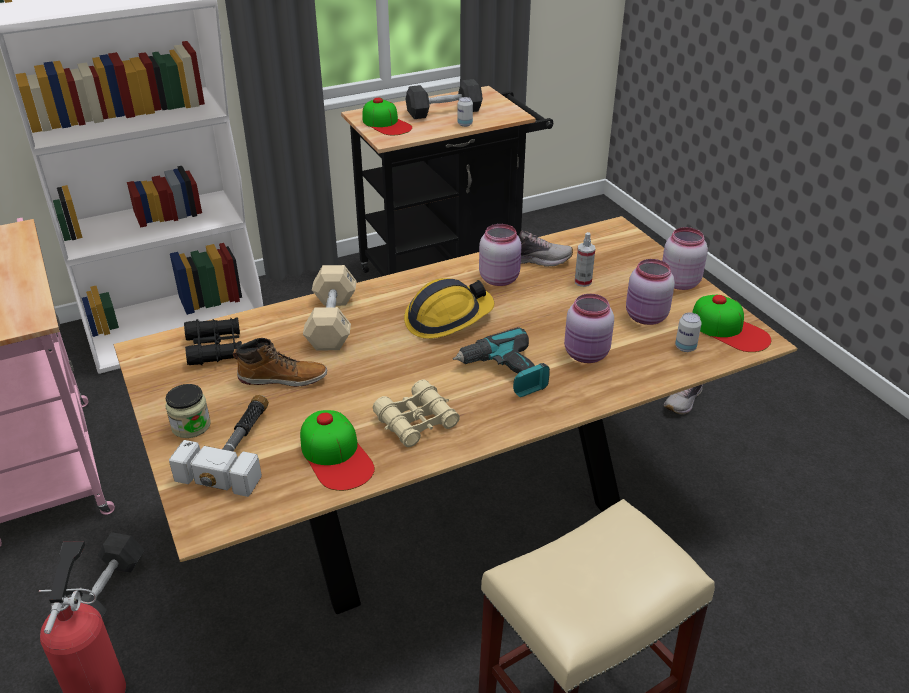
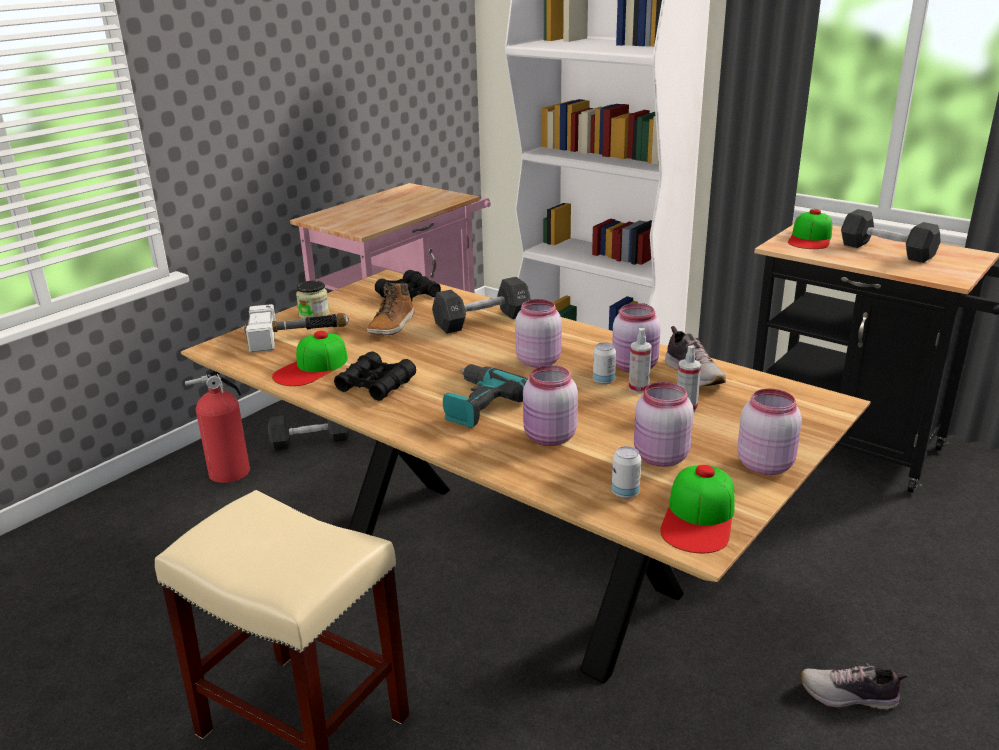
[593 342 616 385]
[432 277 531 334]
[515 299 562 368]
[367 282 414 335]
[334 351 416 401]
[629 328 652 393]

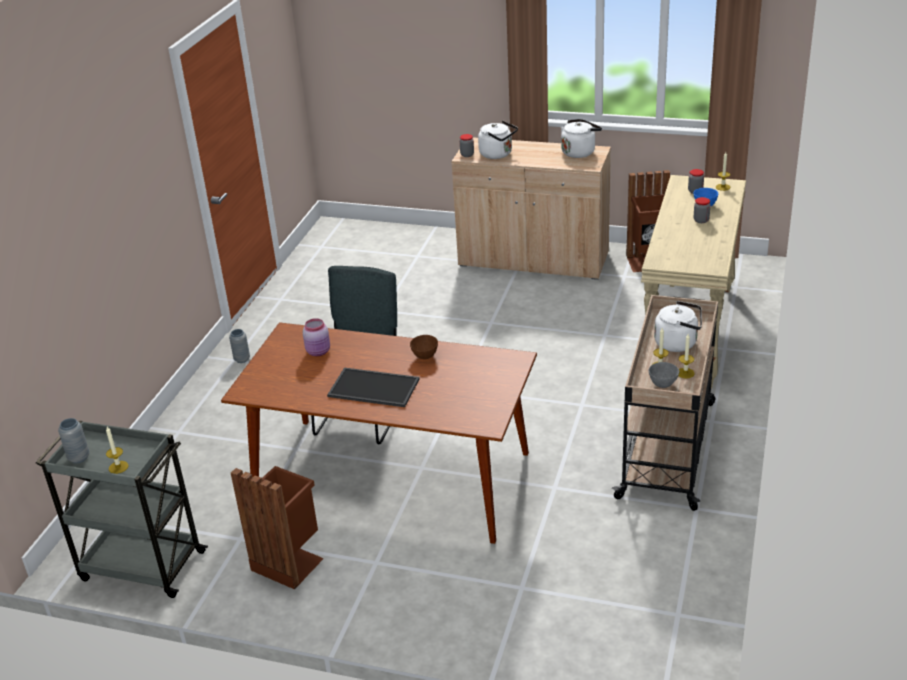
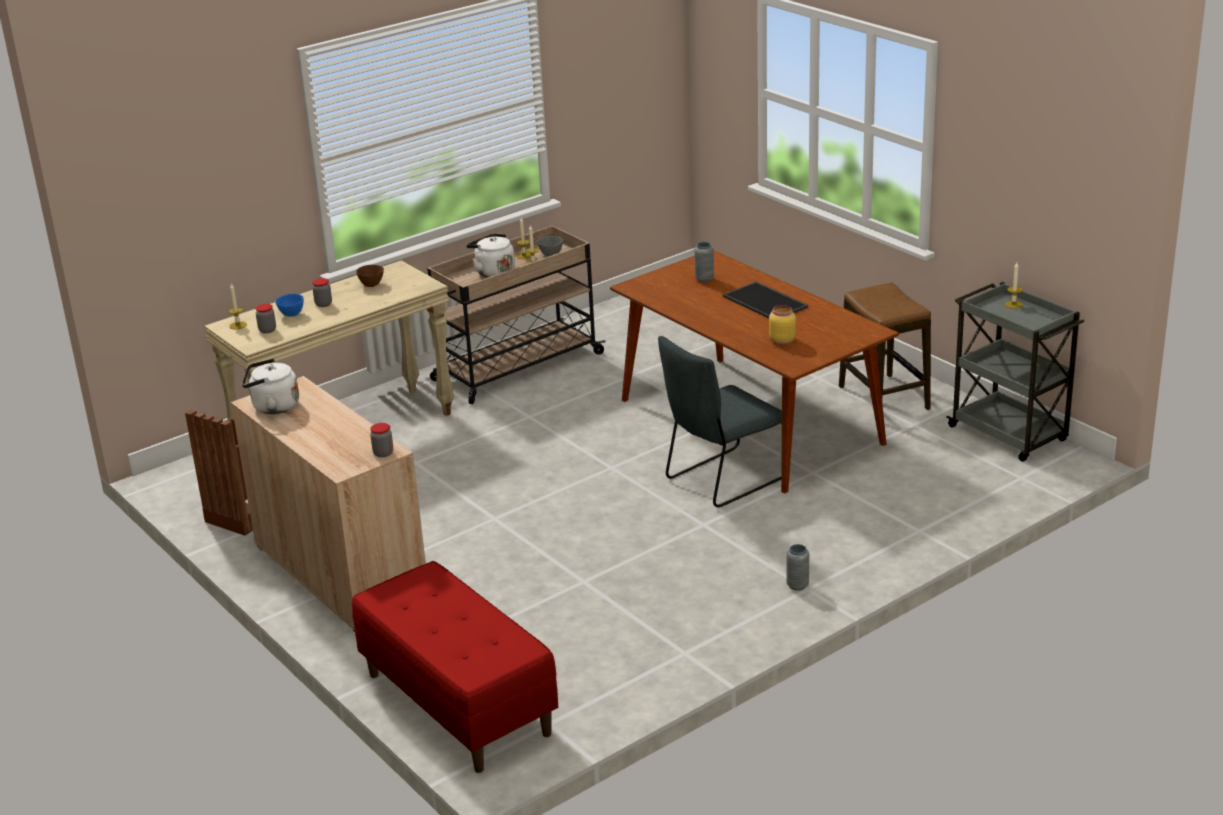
[478 121 518 159] (first image)
[769 305 796 345]
[356 265 384 287]
[694 242 714 283]
[839 283 931 410]
[352 561 558 773]

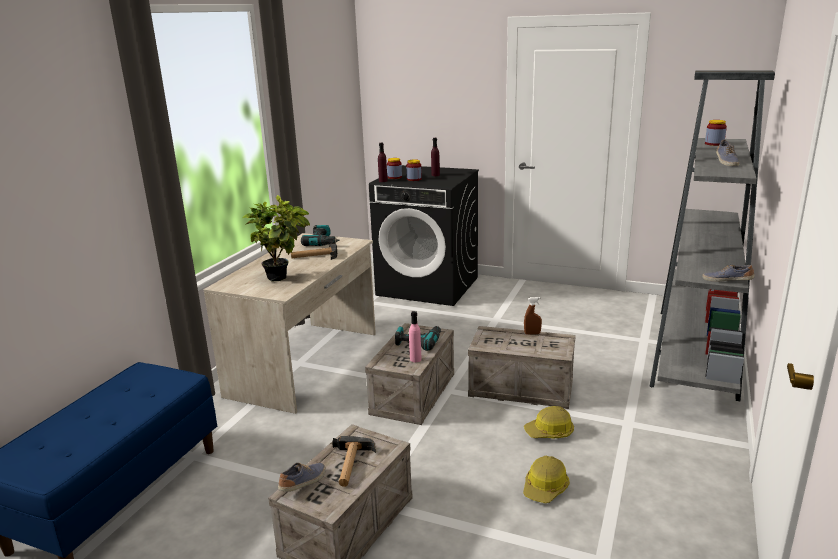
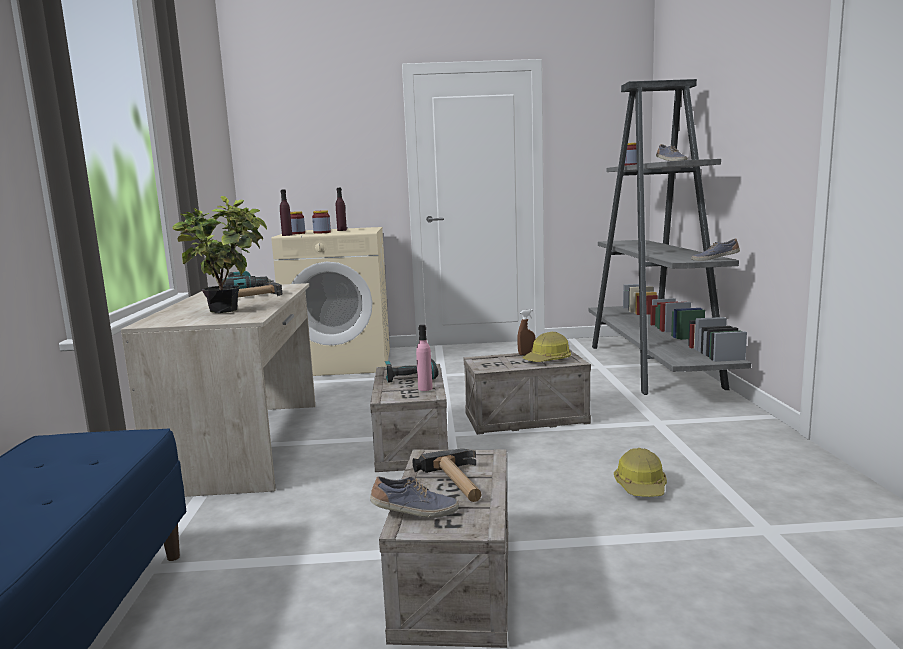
[271 227 390 376]
[523 332 571 362]
[370 476 459 518]

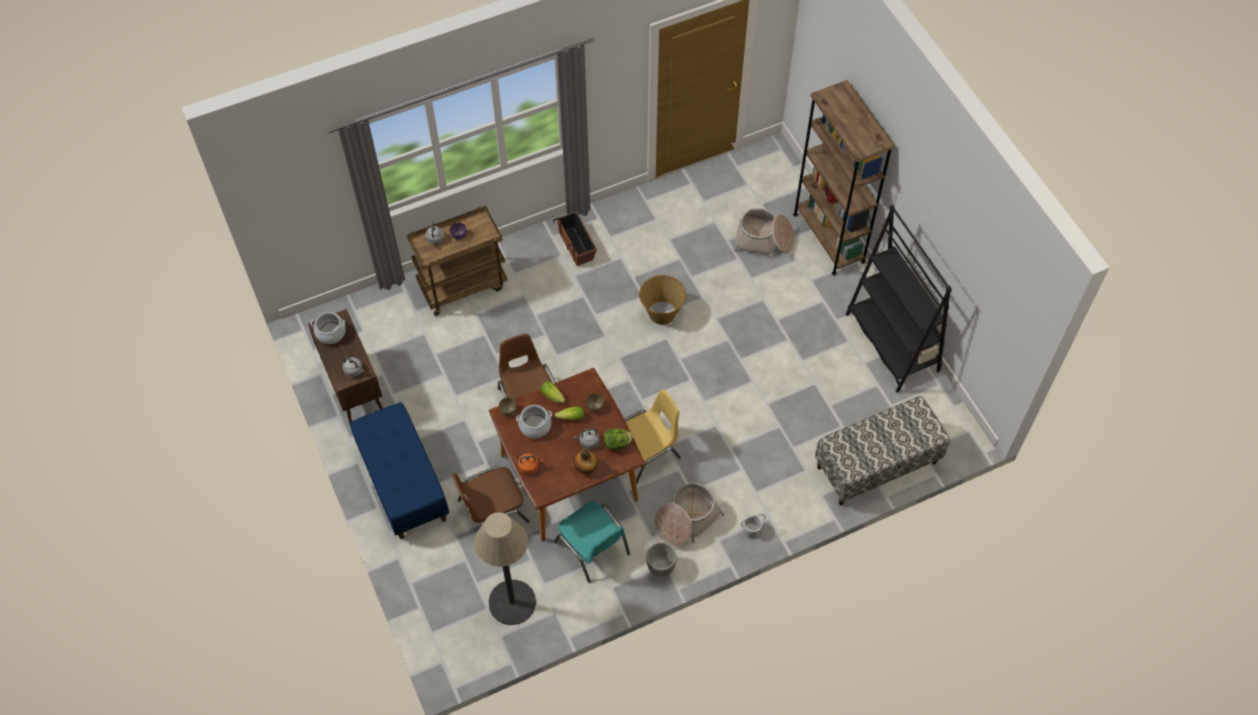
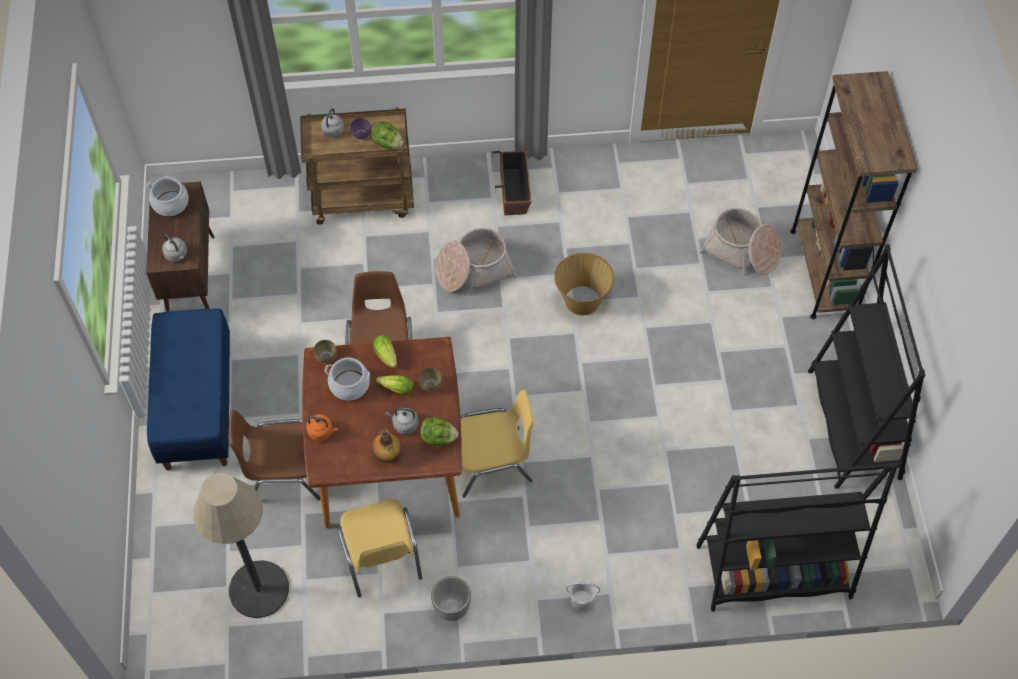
[697 462 898 612]
[435 228 517 295]
[337 499 422 597]
[372 121 403 149]

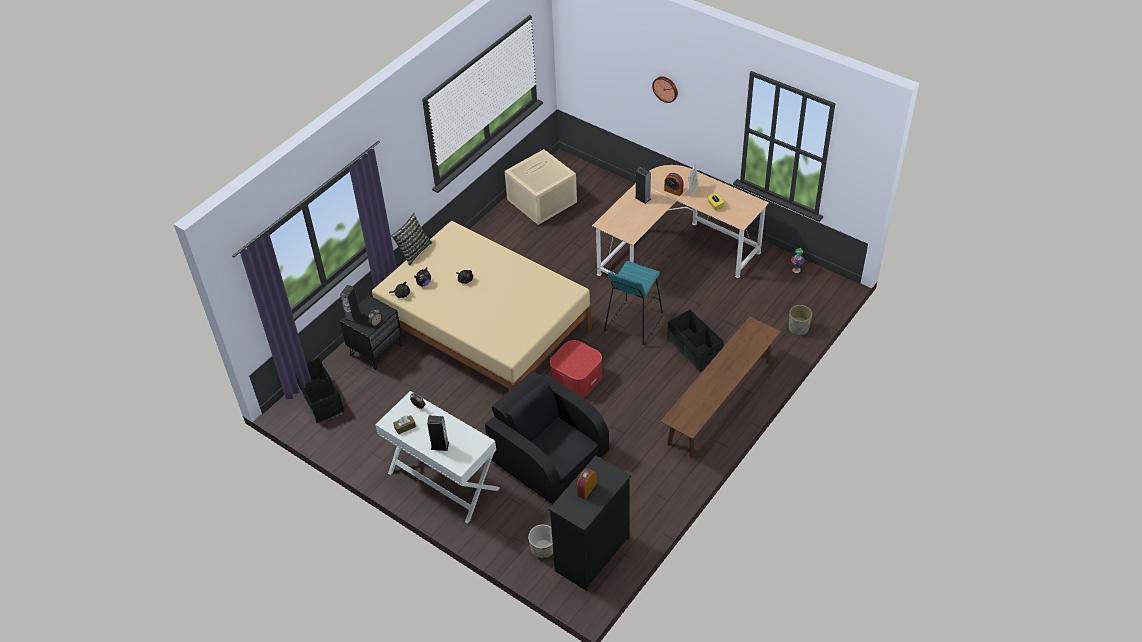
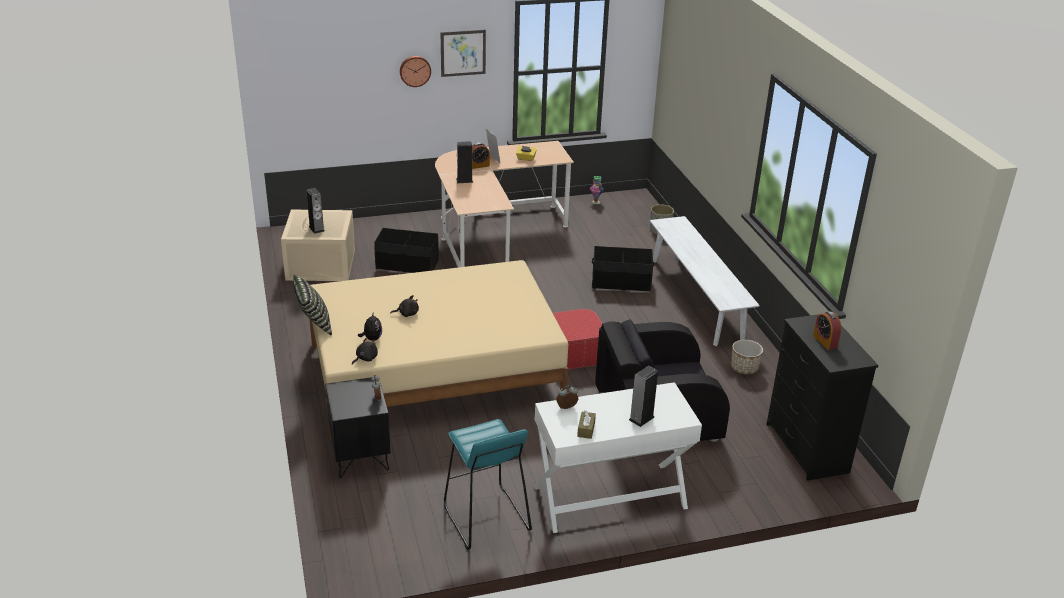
[444 419 532 549]
[306 188 325 234]
[650 216 760 346]
[374 228 439 273]
[731 340 763 375]
[441 30 486 77]

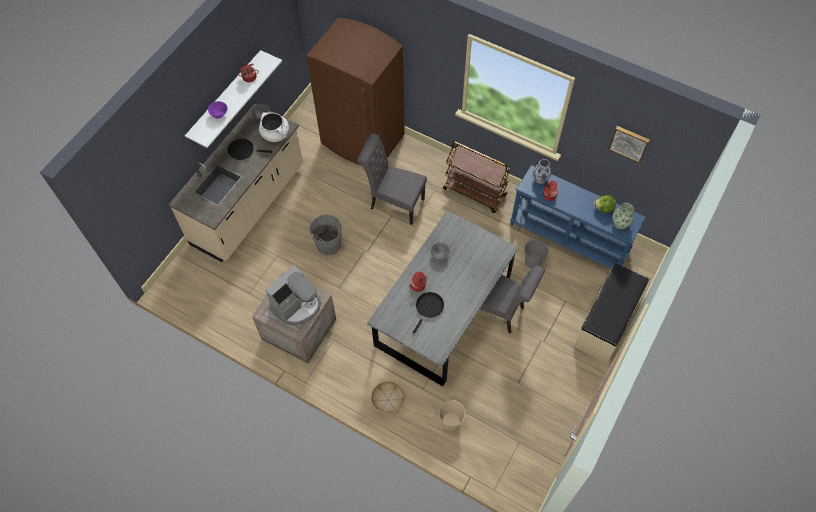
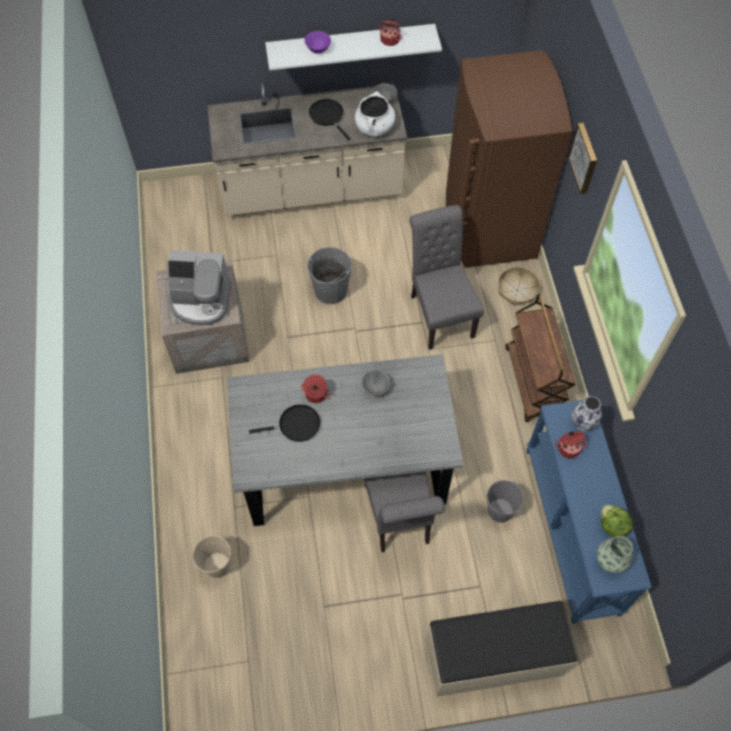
[568 123 597 194]
[498 267 540 306]

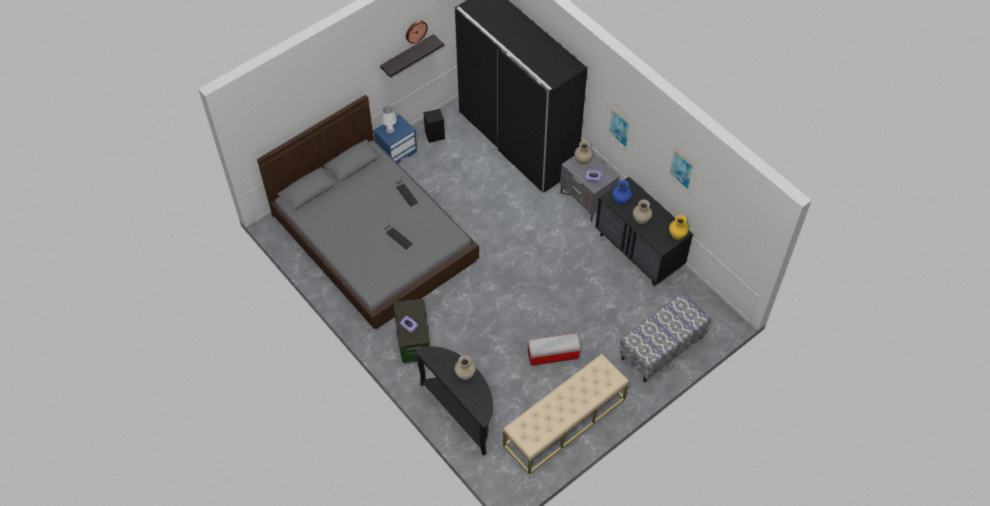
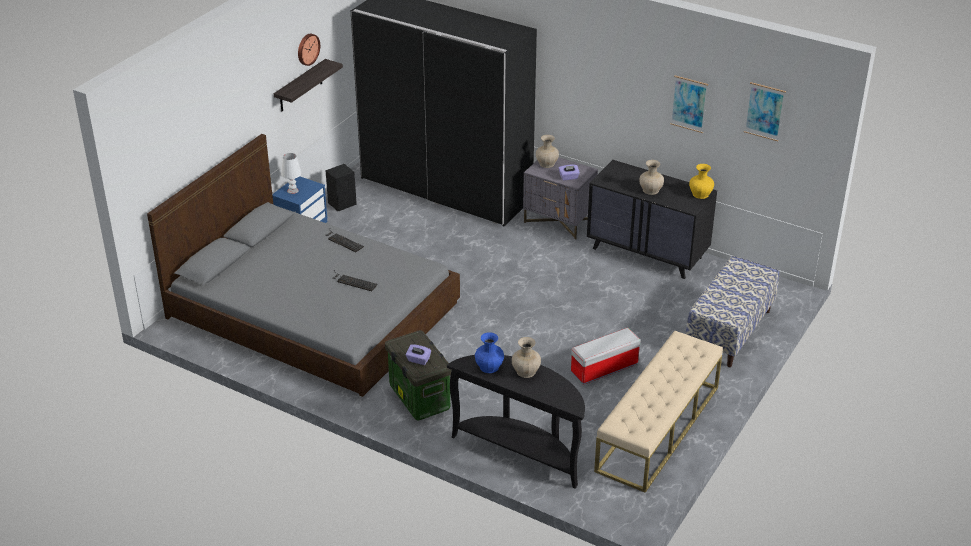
[744 82 786 141]
[475 332 504 373]

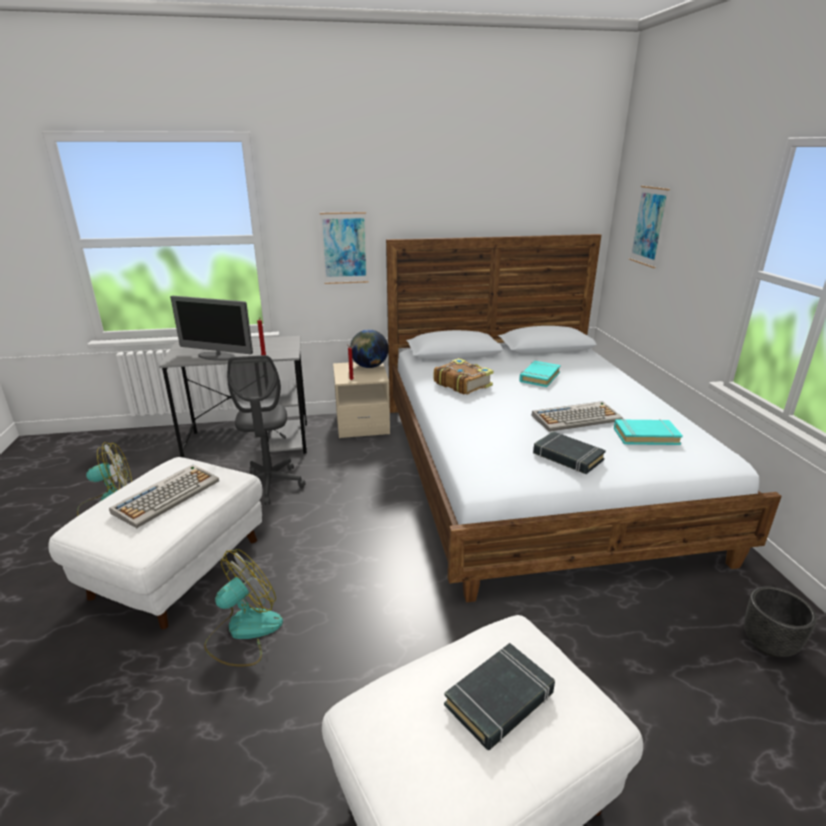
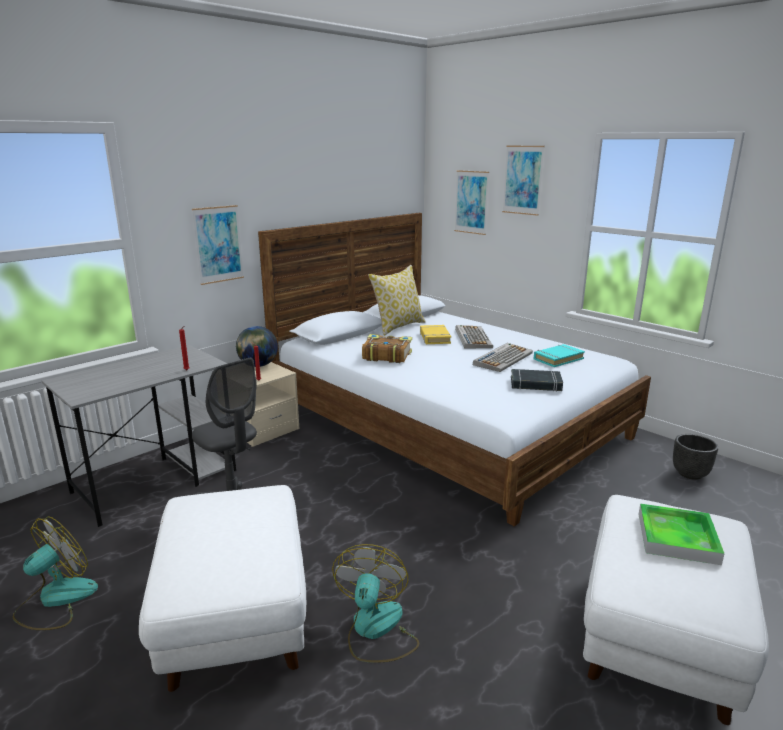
[170 296 253 361] (first image)
[420 325 451 344]
[455 325 493 349]
[639 503 725 565]
[502 146 545 216]
[368 265 426 336]

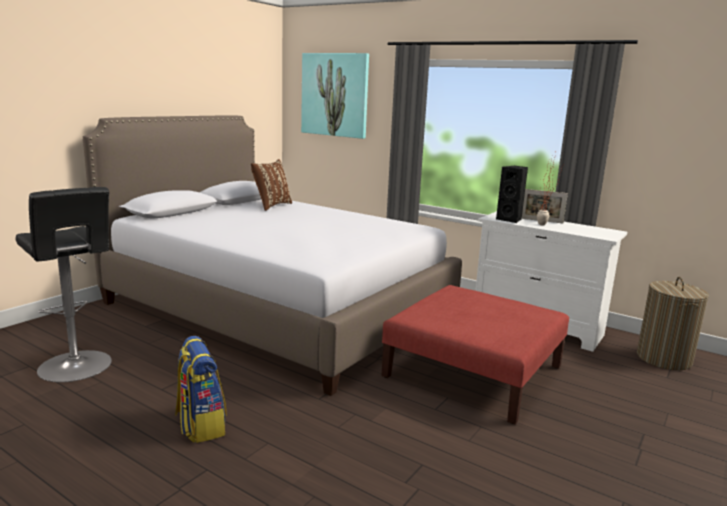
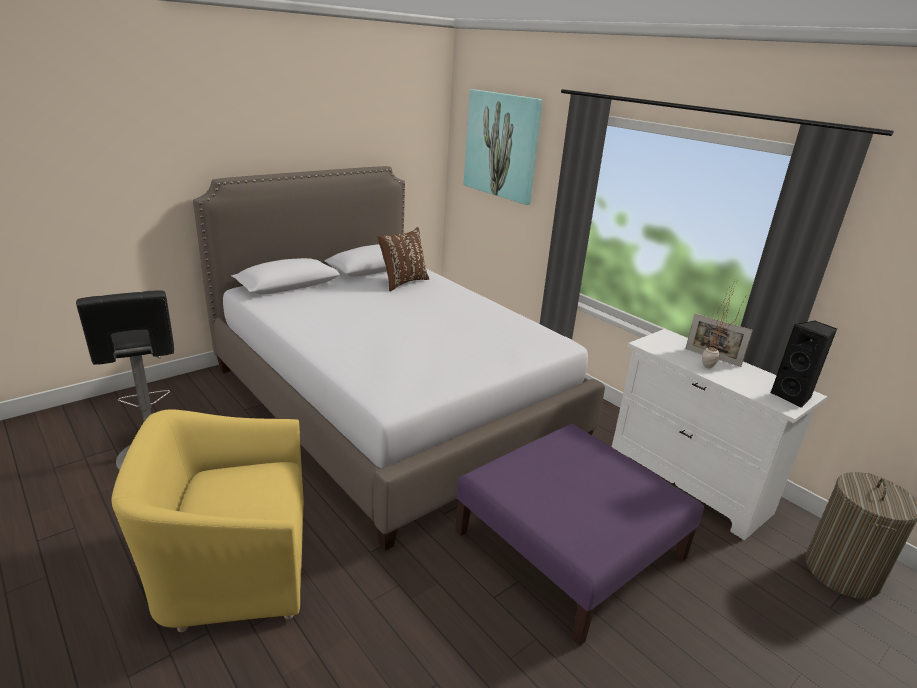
[771 321 837 408]
[456 423 704 646]
[111 410 304 632]

